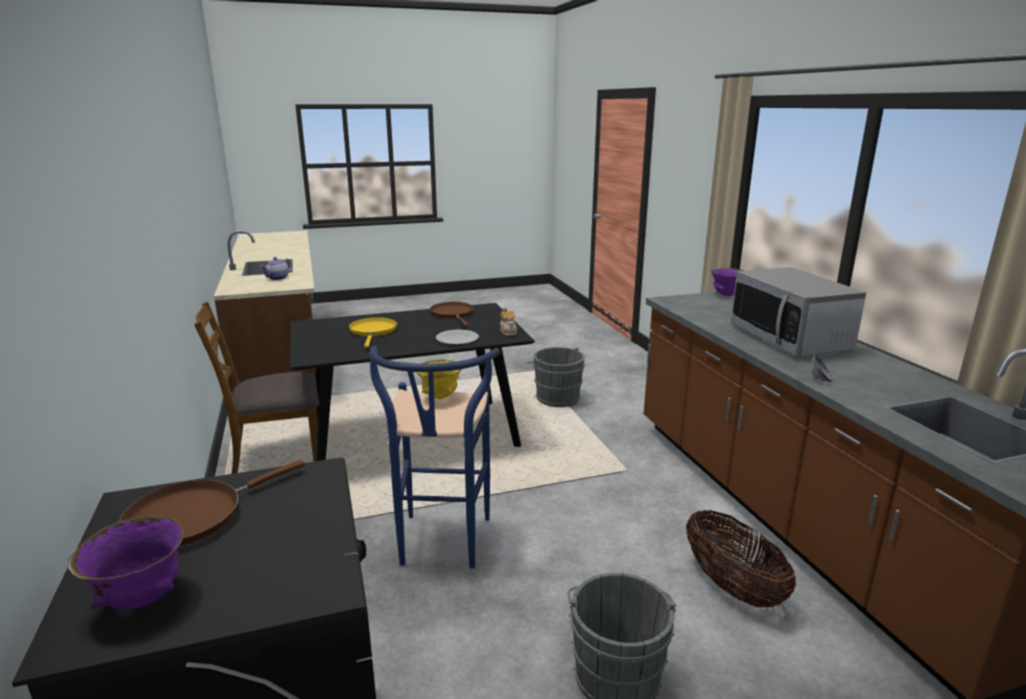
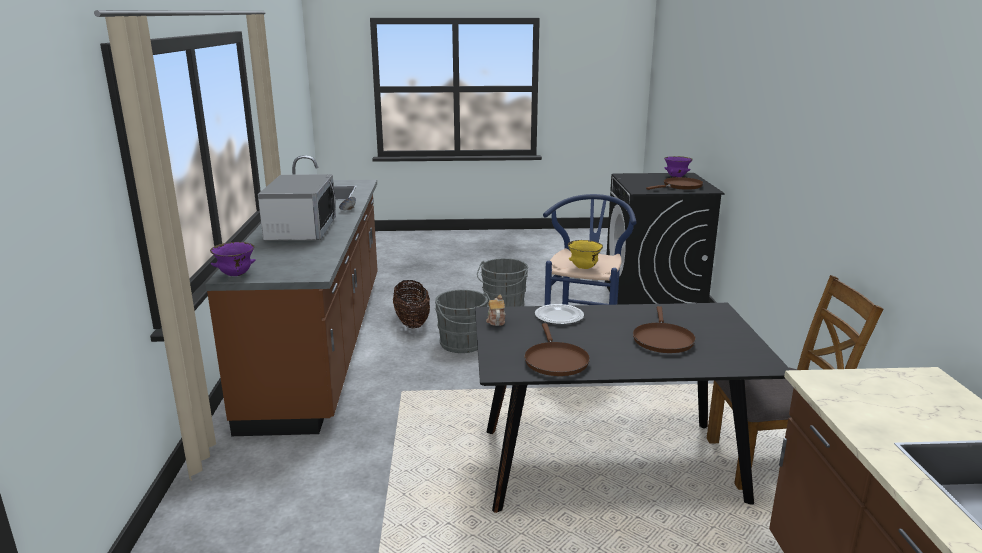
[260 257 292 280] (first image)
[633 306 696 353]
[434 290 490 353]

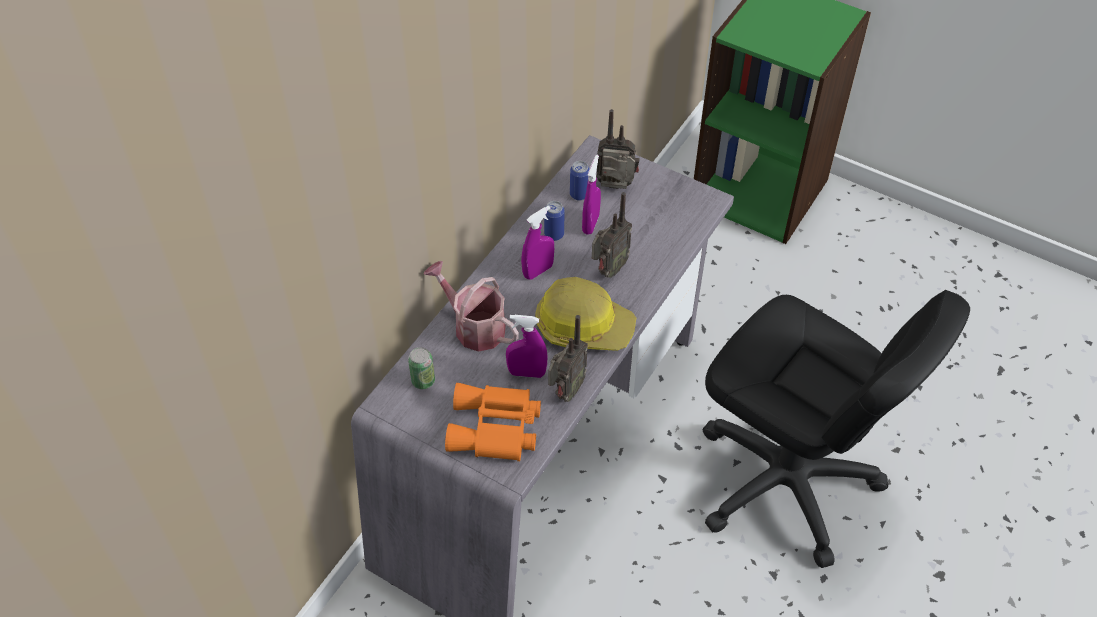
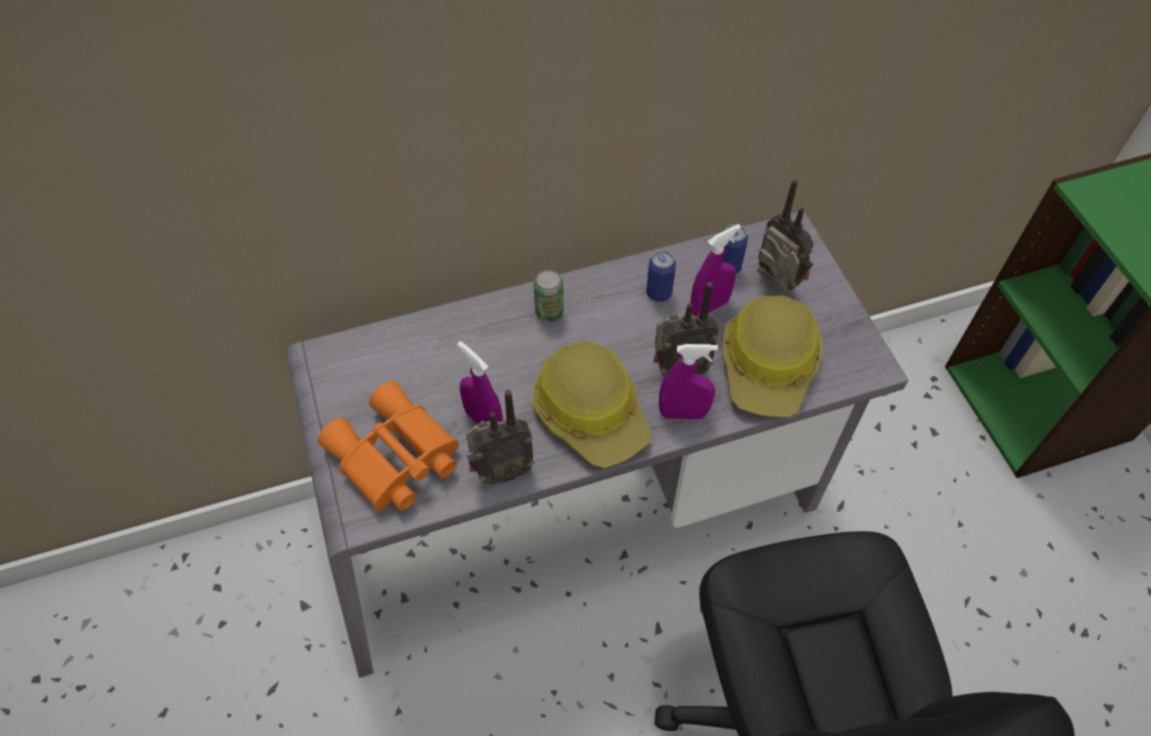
[659 344 718 419]
[424 261 519 352] (first image)
[534 270 564 322]
[722 295 823 417]

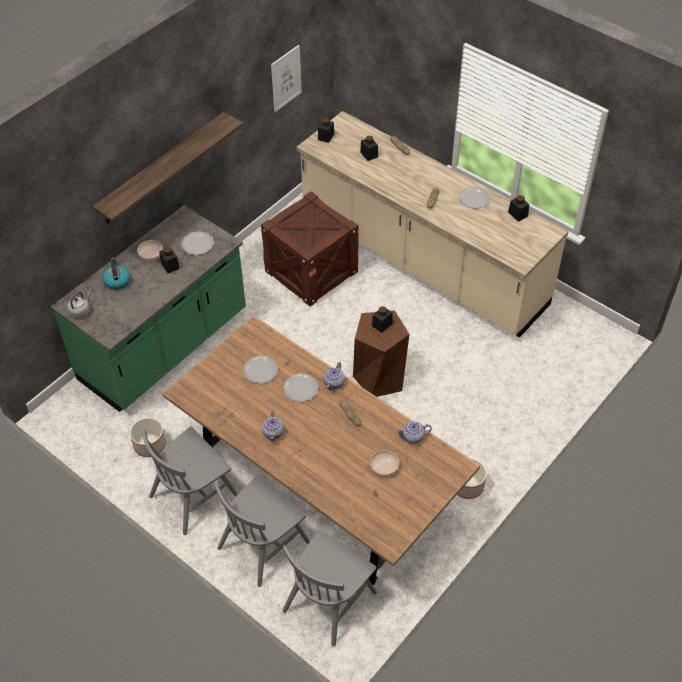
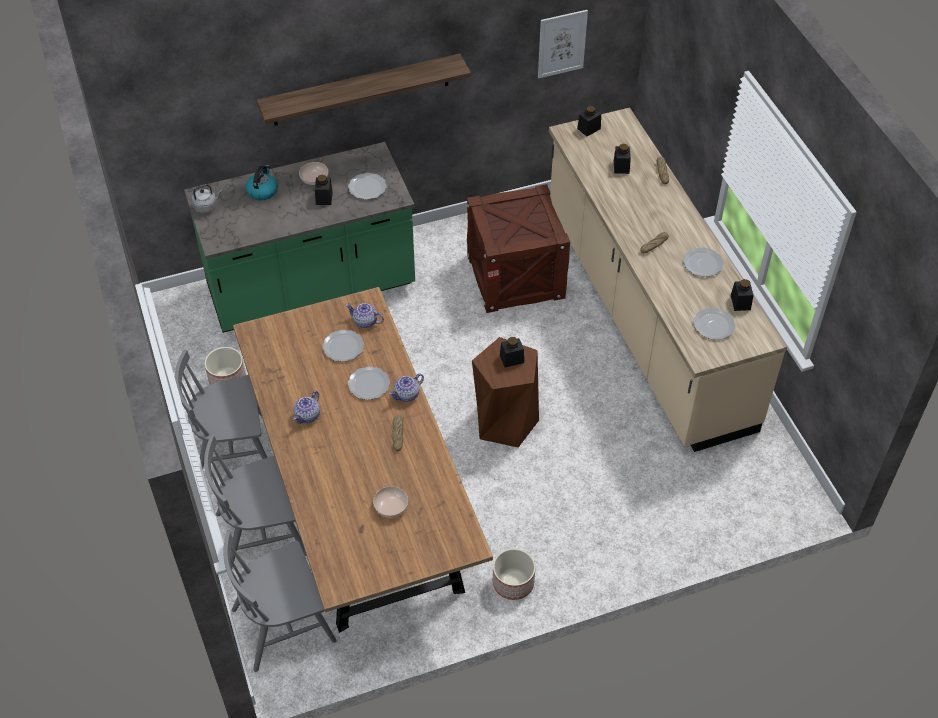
[346 303 384 328]
[693 308 735 340]

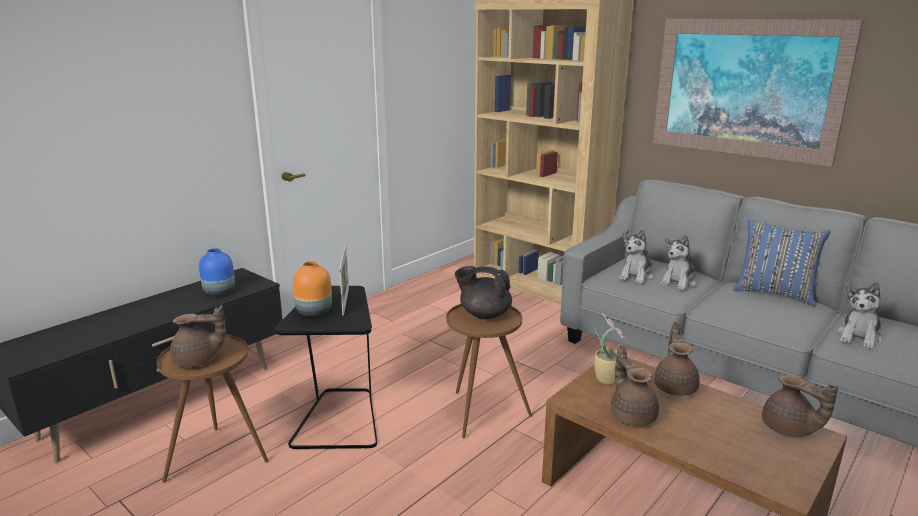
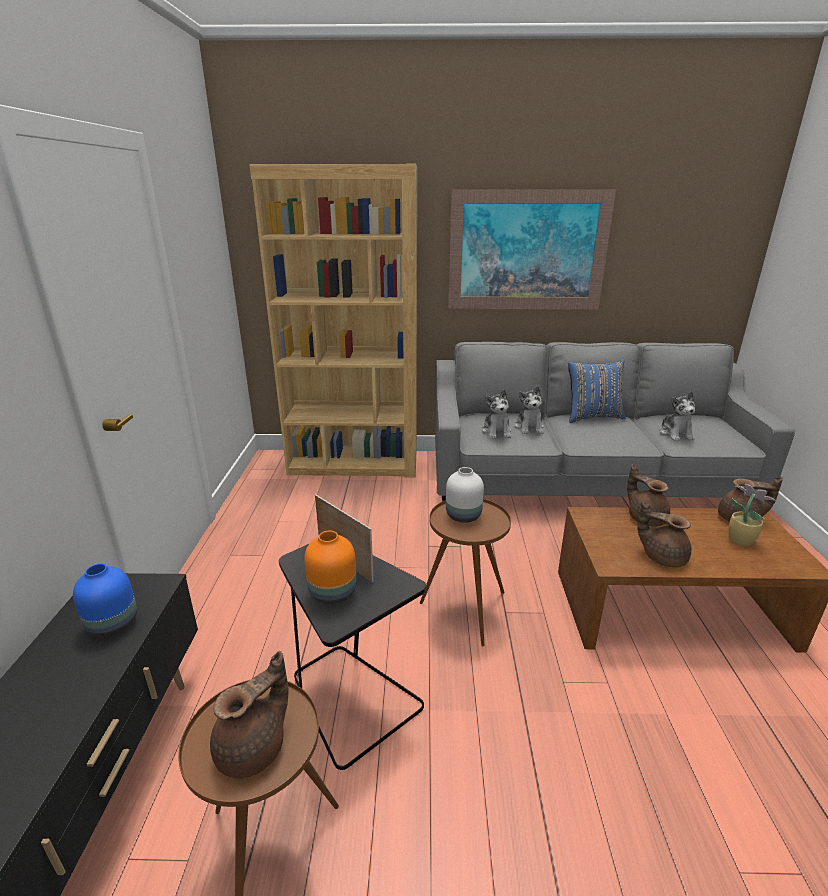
[446 467 484 523]
[728 484 776 546]

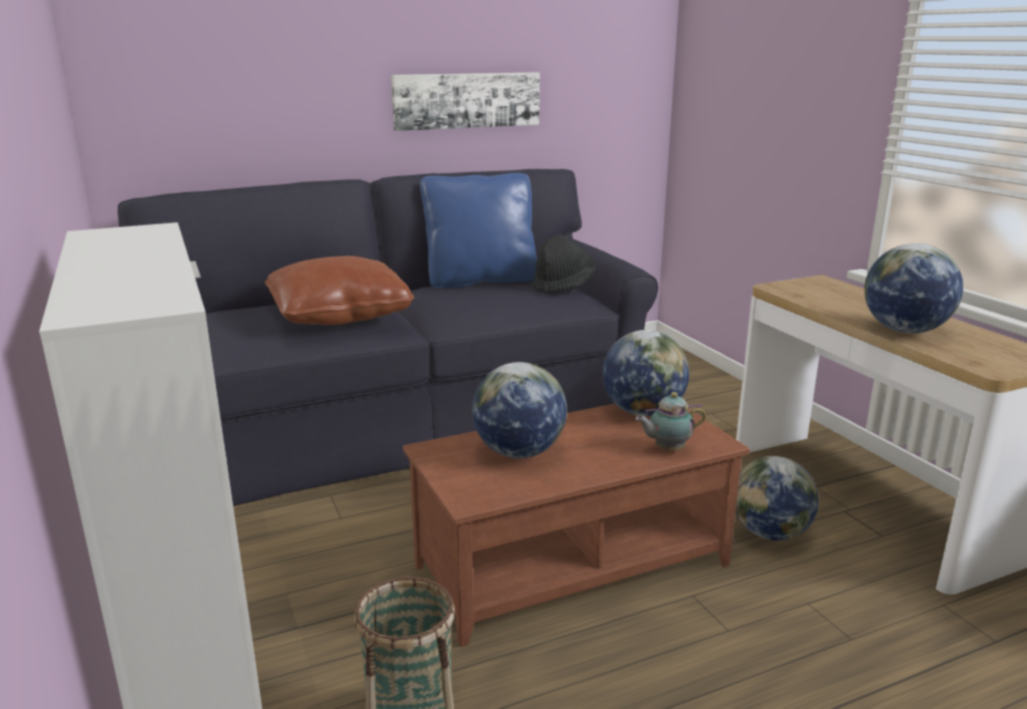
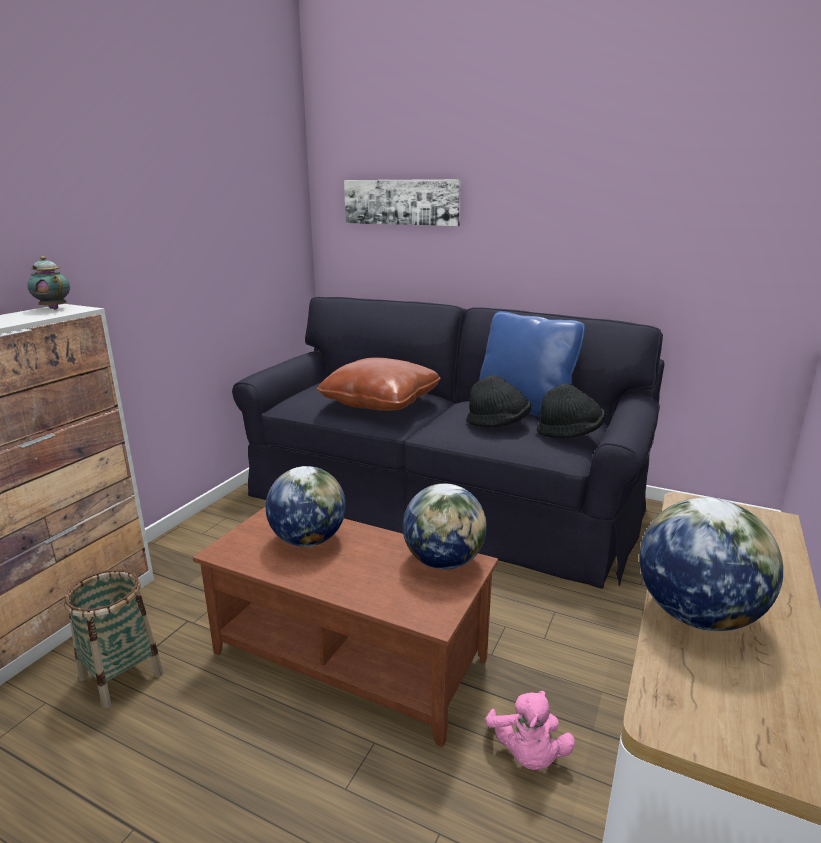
[344 179 461 226]
[27 256 70 310]
[485 691 575 770]
[467 375 531 427]

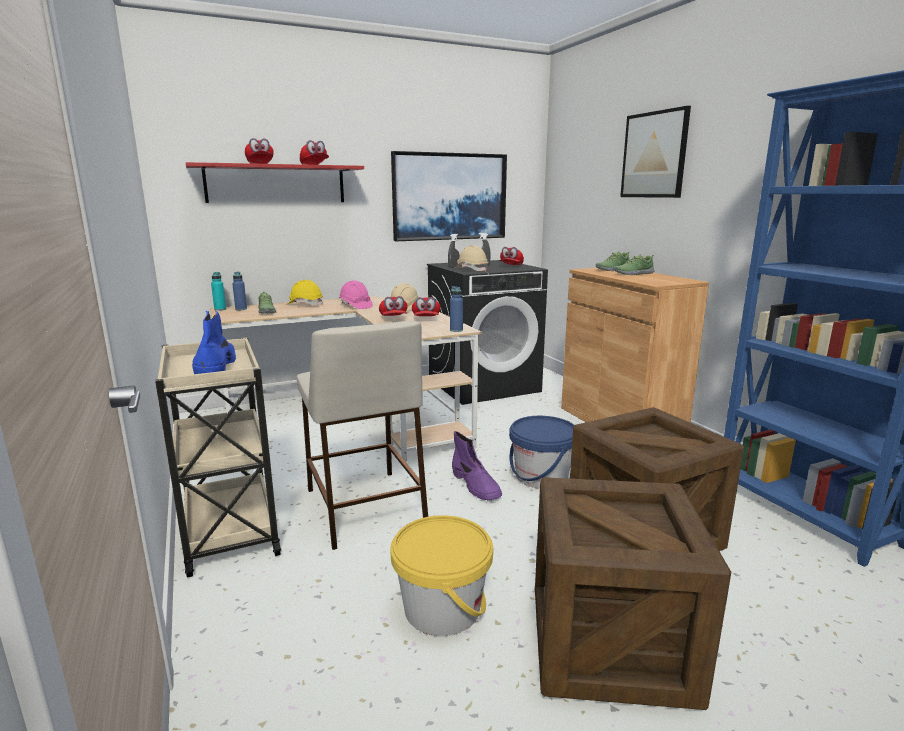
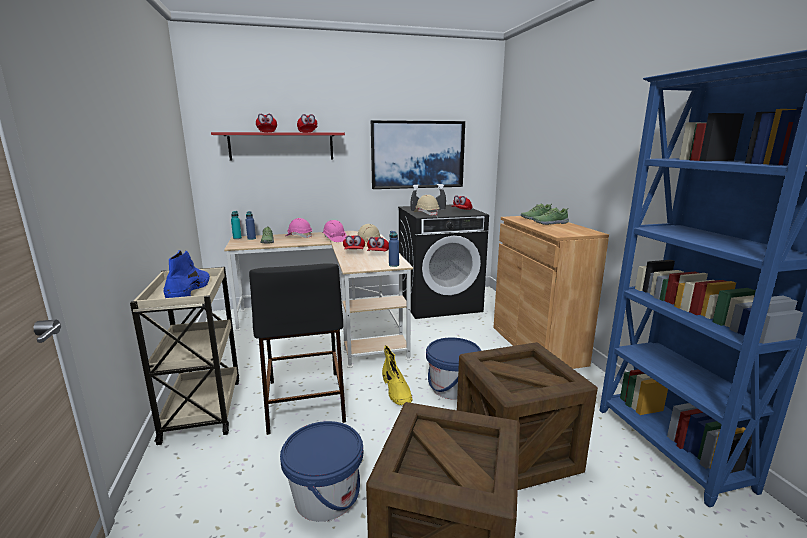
[620 106 691 198] (first image)
[286 218 312 238]
[249 263 346 435]
[382 345 412 405]
[280 421 363 522]

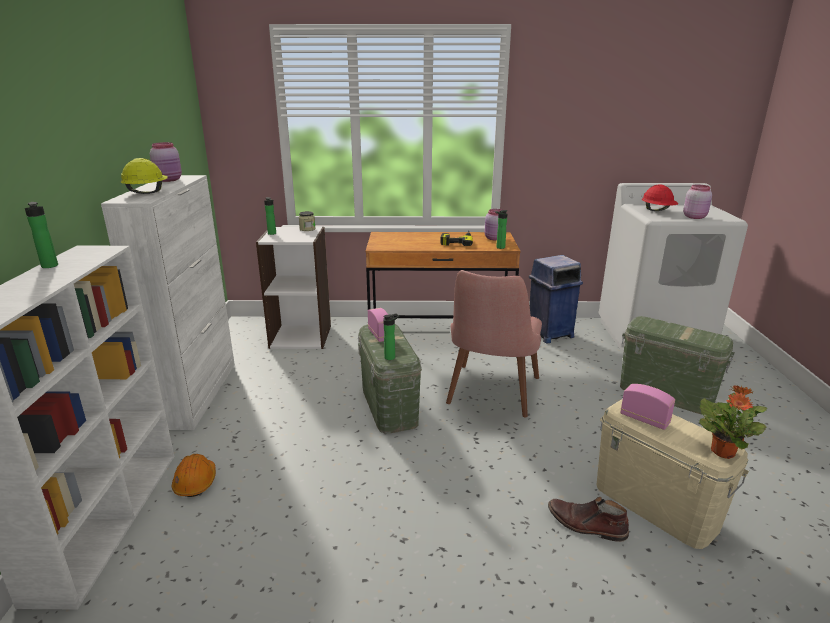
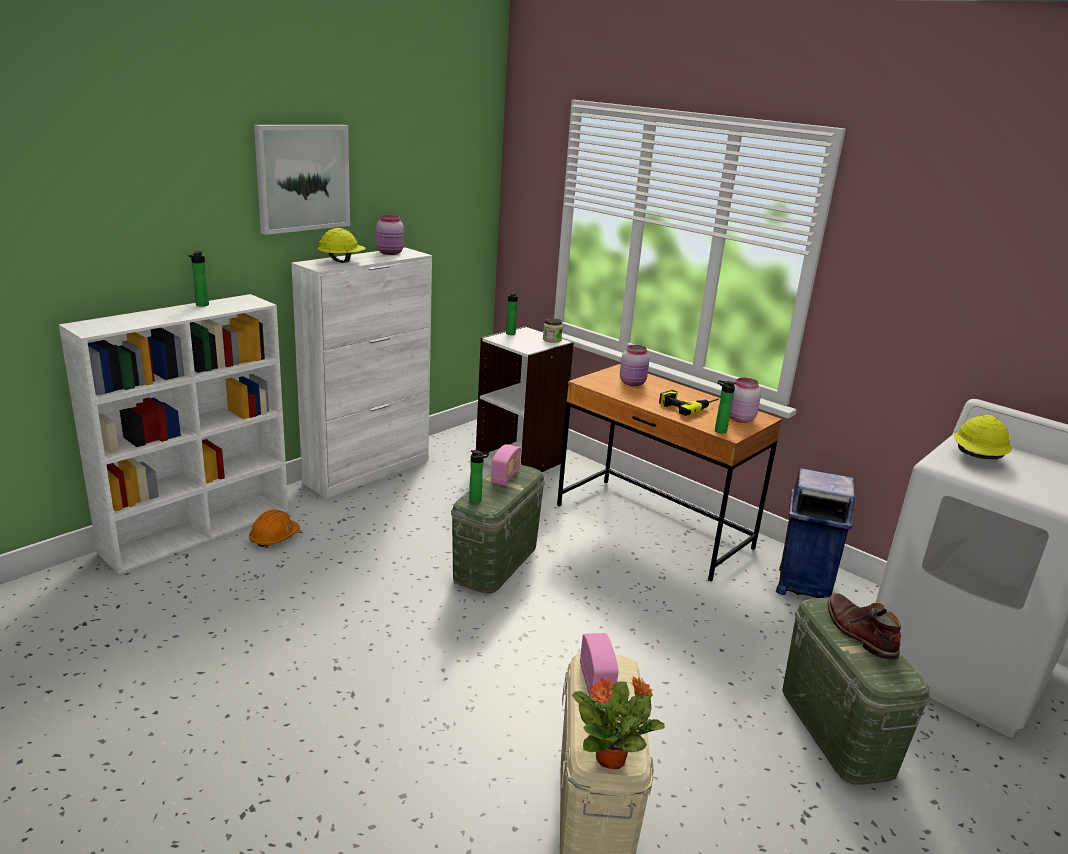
[954 415 1012 459]
[620 345 650 386]
[446 270 542 418] (first image)
[828 593 901 660]
[254 125 350 235]

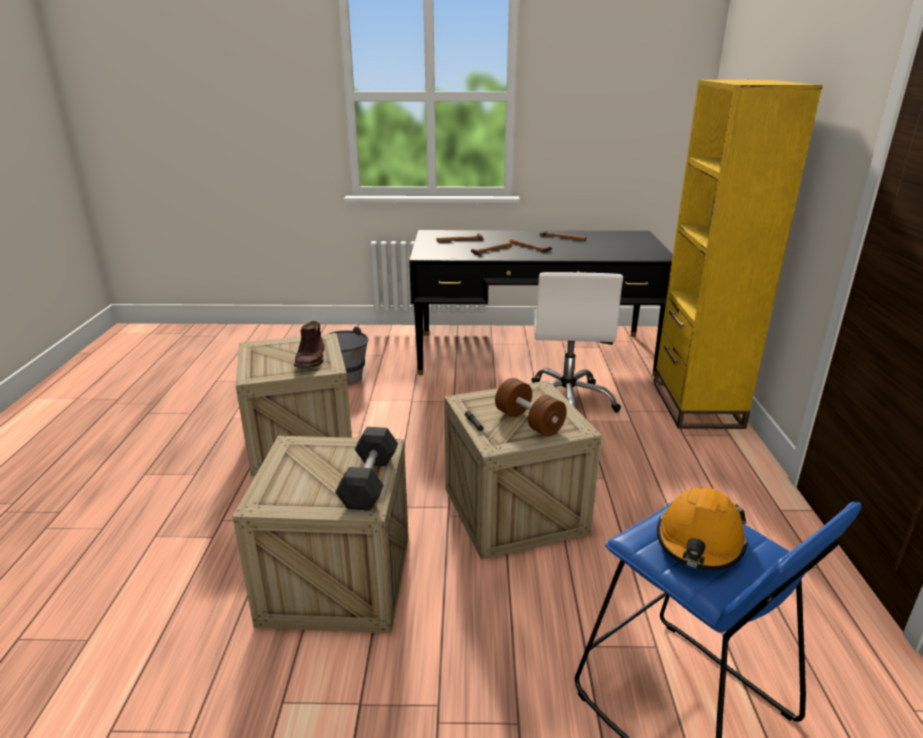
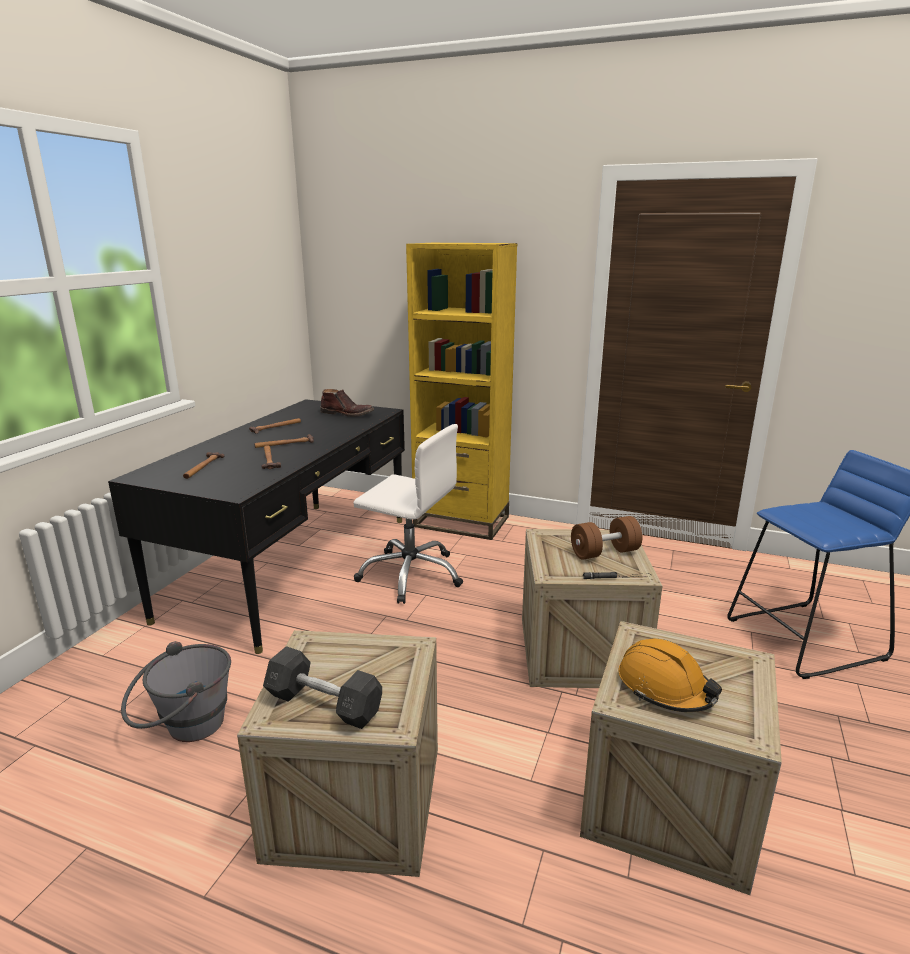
[320 389 374 417]
[263 646 382 729]
[618 639 722 712]

